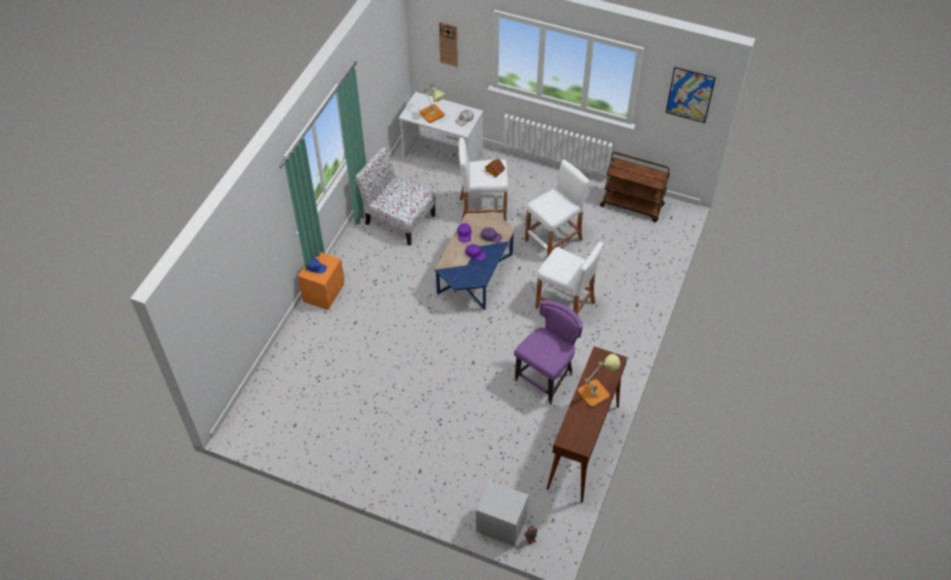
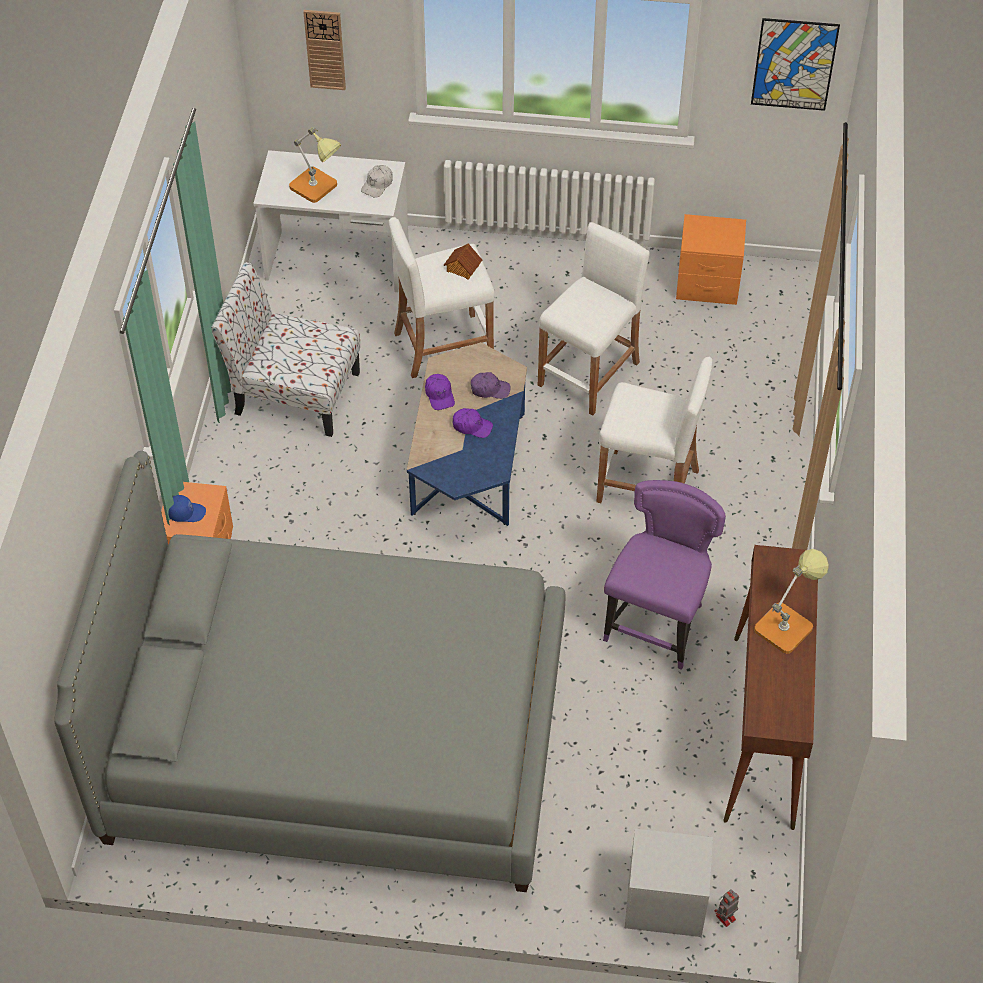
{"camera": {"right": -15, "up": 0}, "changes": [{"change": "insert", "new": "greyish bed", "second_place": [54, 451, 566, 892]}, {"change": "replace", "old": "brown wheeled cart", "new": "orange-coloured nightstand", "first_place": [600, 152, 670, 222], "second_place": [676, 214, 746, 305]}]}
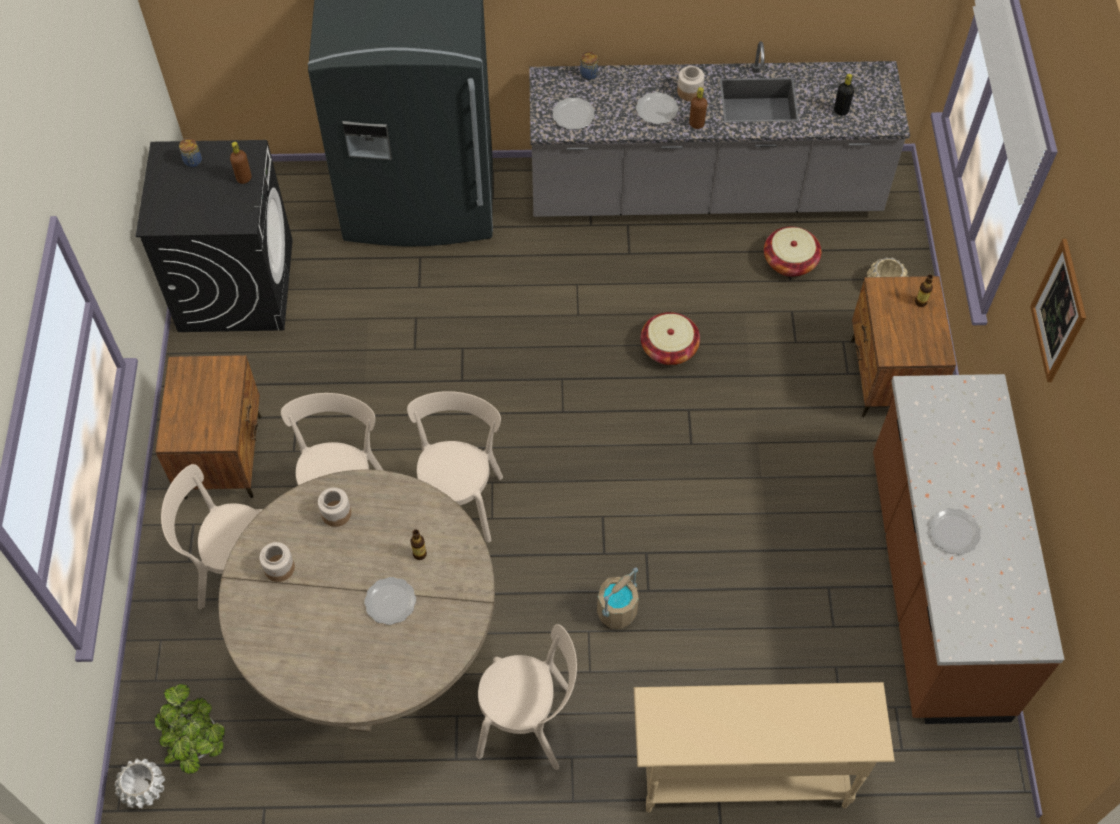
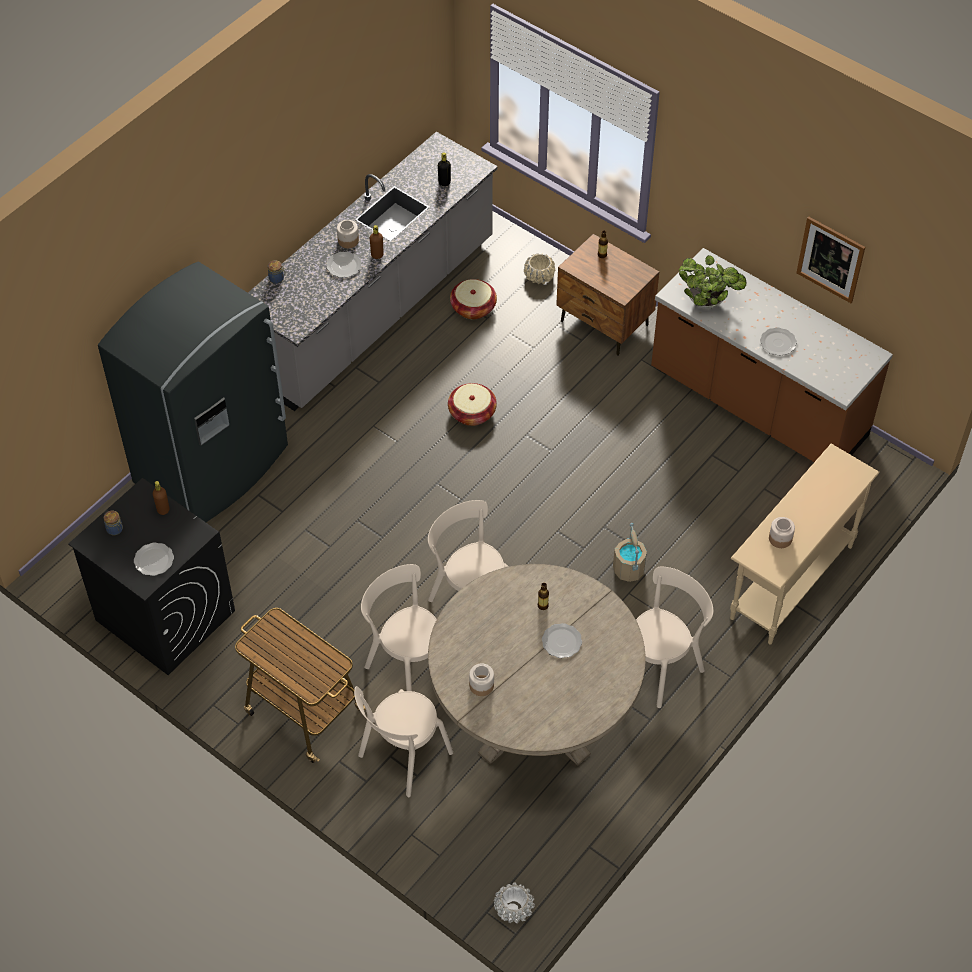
{"camera": {"right": -50, "up": -5}, "changes": [{"change": "move", "old": "plant in a pot", "first_place": [154, 684, 225, 774], "second_place": [679, 255, 746, 310]}, {"change": "move", "old": "preserve jar", "first_place": [318, 488, 351, 527], "second_place": [769, 517, 795, 548]}, {"change": "move", "old": "plate", "first_place": [552, 98, 595, 130], "second_place": [134, 542, 174, 576]}, {"change": "move", "old": "wall art", "first_place": [1030, 239, 1086, 382], "second_place": [796, 217, 865, 303]}, {"change": "replace", "old": "brown nightstand", "new": "wheeled cart", "first_place": [155, 355, 261, 499], "second_place": [235, 608, 366, 763]}]}
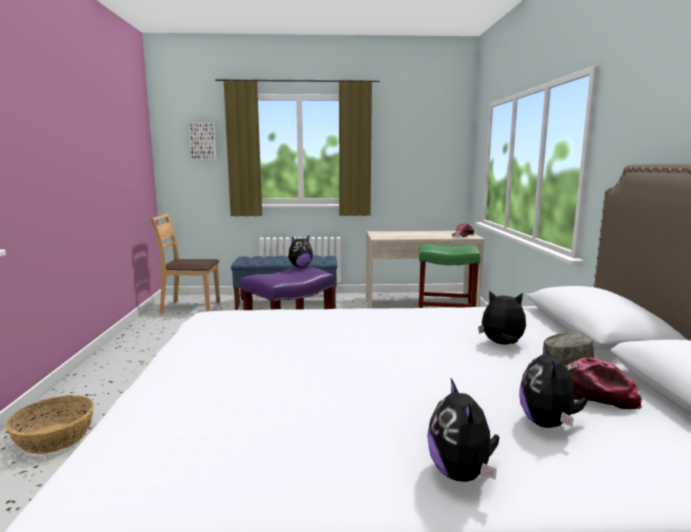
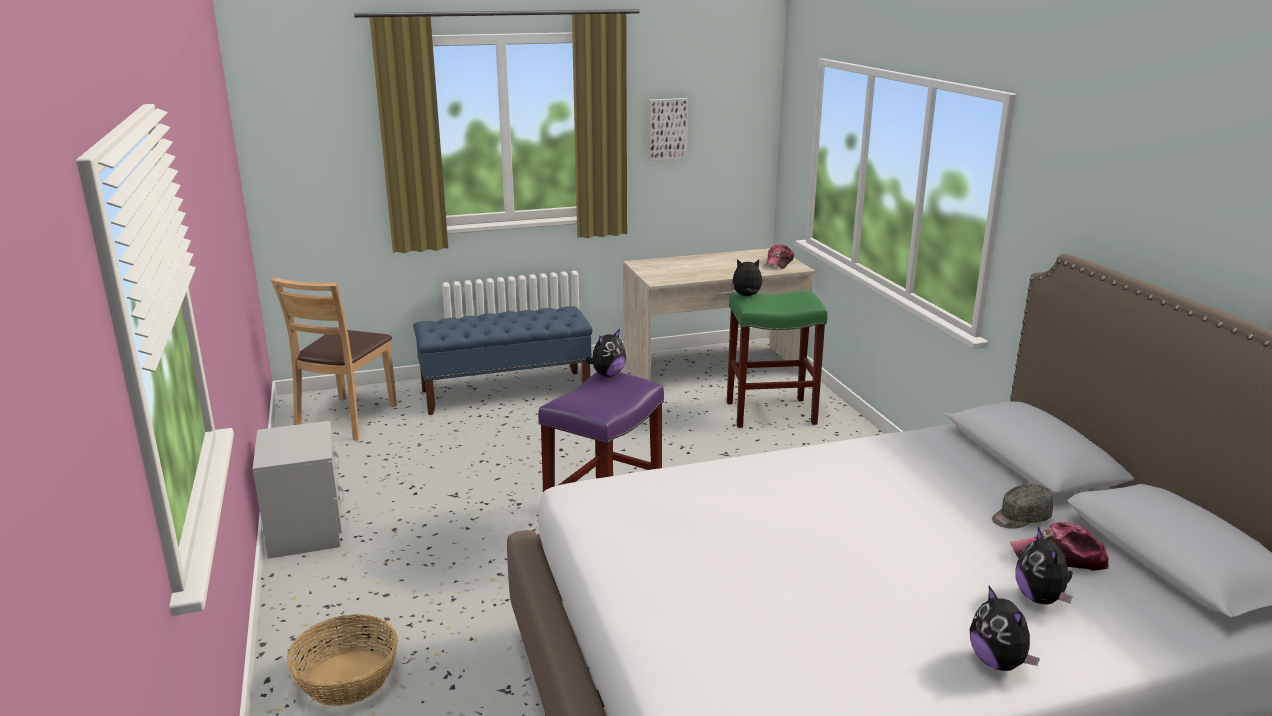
{"camera": {"right": -15, "up": 10}, "changes": [{"change": "insert", "new": "greyish nightstand", "second_place": [253, 421, 345, 559]}, {"change": "move", "old": "wall art", "first_place": [189, 123, 216, 160], "second_place": [648, 98, 688, 161]}, {"change": "move", "old": "plush toy", "first_place": [478, 290, 526, 344], "second_place": [731, 259, 762, 296]}, {"change": "rotate", "old": "brown upright chair", "first_place": [150, 214, 220, 314], "second_place": [271, 277, 397, 440], "degrees": -60}]}
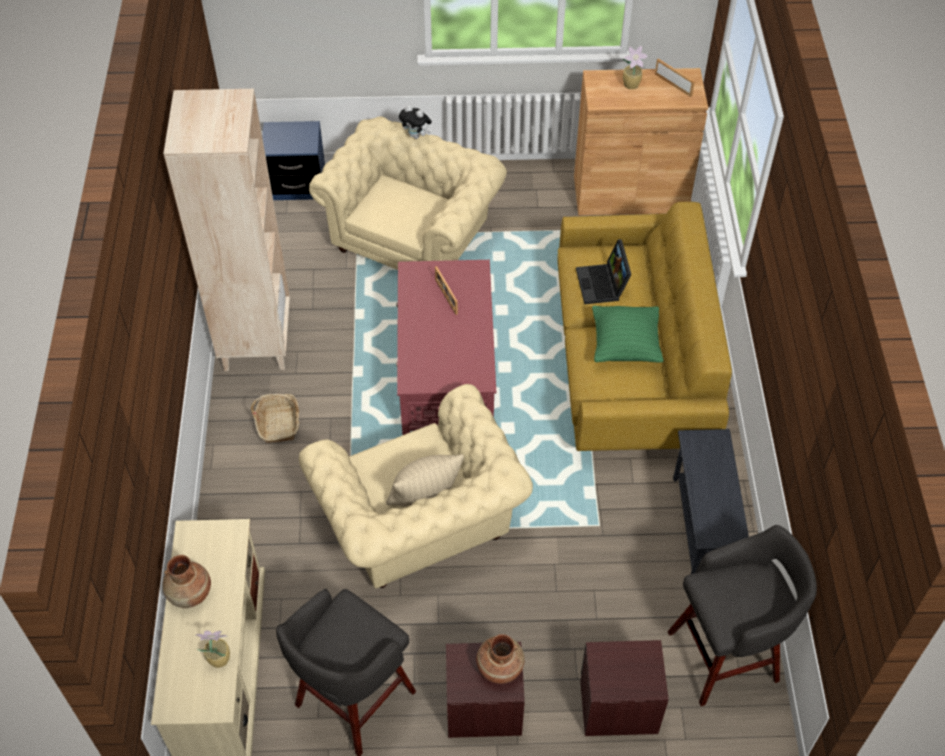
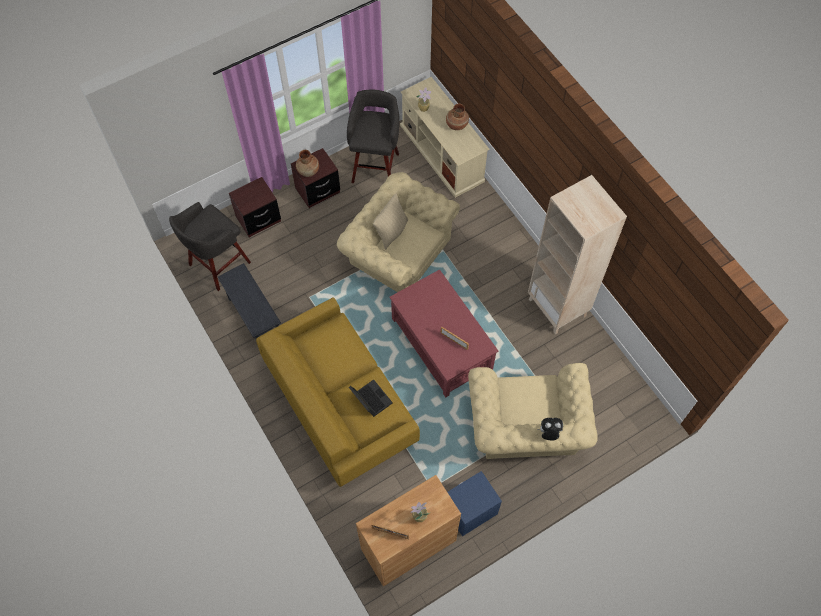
{"camera": {"right": 150, "up": 10}, "changes": [{"change": "delete", "old": "basket", "first_place": [251, 394, 299, 443]}, {"change": "delete", "old": "green-coloured throw pillow", "first_place": [592, 306, 663, 363]}, {"change": "move", "old": "blue-coloured nightstand", "first_place": [262, 121, 325, 200], "second_place": [447, 471, 502, 536]}]}
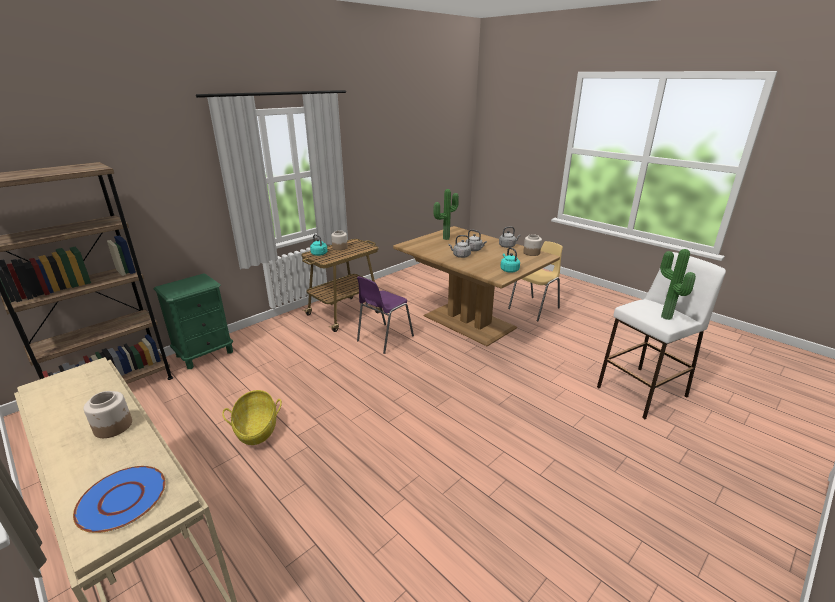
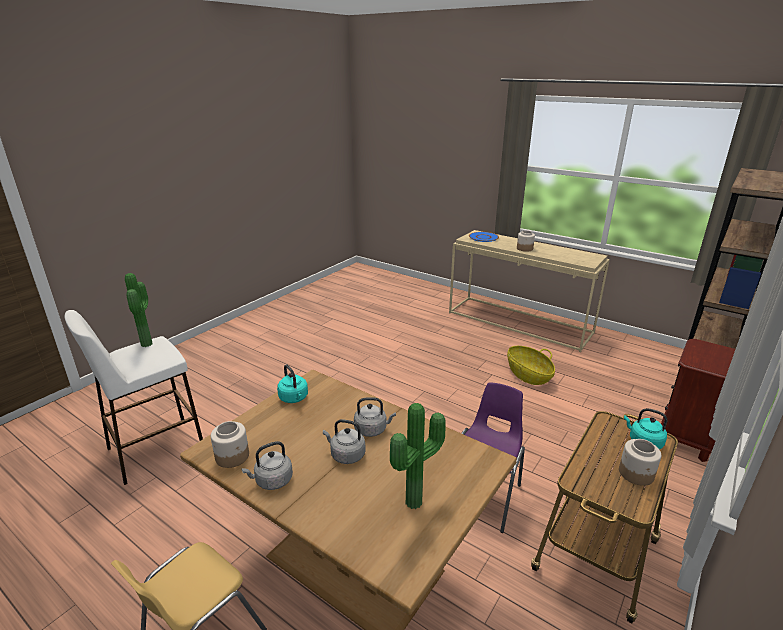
{"camera": {"right": 170, "up": 0}, "changes": [{"change": "recolor", "old": "green-coloured nightstand", "new": "brown nightstand", "first_place": [154, 273, 233, 369], "second_place": [661, 339, 735, 462]}]}
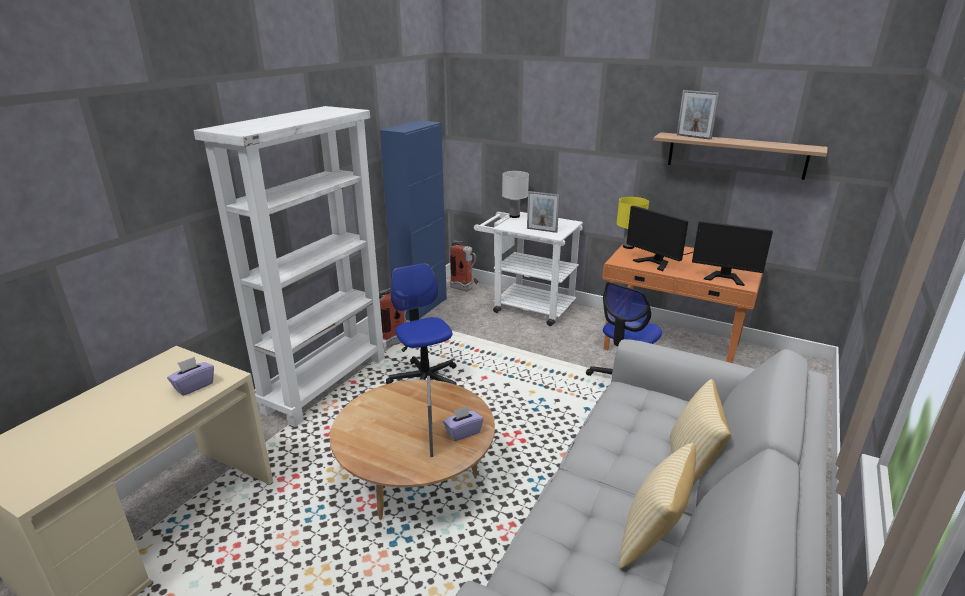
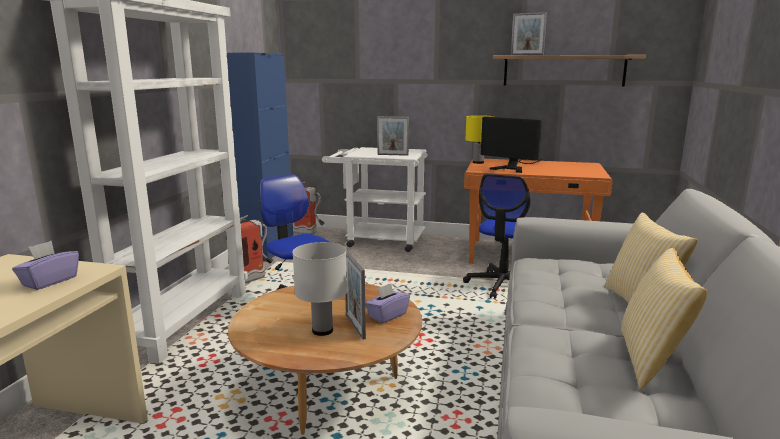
{"camera": {"right": -15, "up": -10}, "changes": [{"change": "delete", "old": "monitor", "first_place": [692, 221, 773, 286]}, {"change": "move", "old": "white table lamp", "first_place": [502, 171, 529, 218], "second_place": [292, 242, 347, 336]}]}
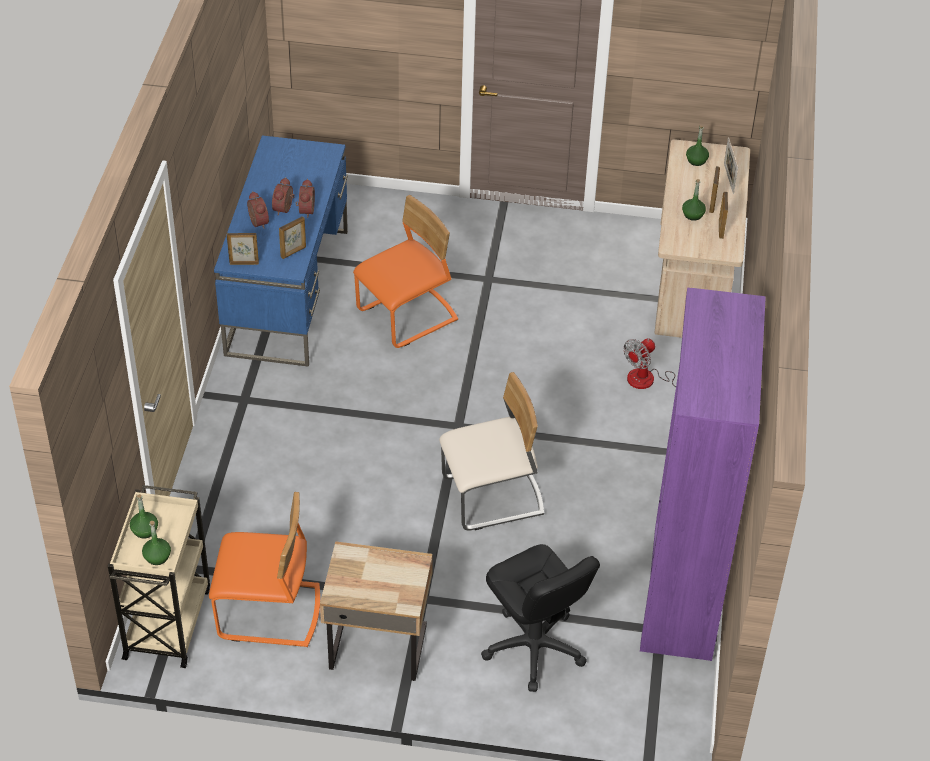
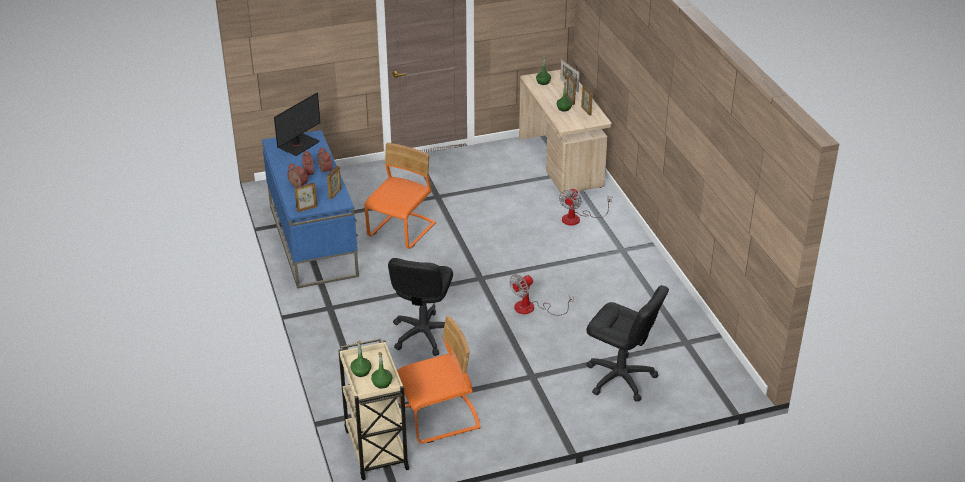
{"camera": {"right": -25, "up": -10}, "changes": [{"change": "delete", "old": "beige nightstand", "first_place": [320, 541, 433, 681]}, {"change": "delete", "old": "purple shelving unit", "first_place": [640, 288, 766, 661]}, {"change": "insert", "new": "monitor", "second_place": [274, 92, 320, 156]}, {"change": "insert", "new": "black-coloured desk chair", "second_place": [388, 258, 453, 356]}, {"change": "replace", "old": "beige upright chair", "new": "electric fan", "first_place": [439, 372, 544, 531], "second_place": [509, 274, 573, 316]}]}
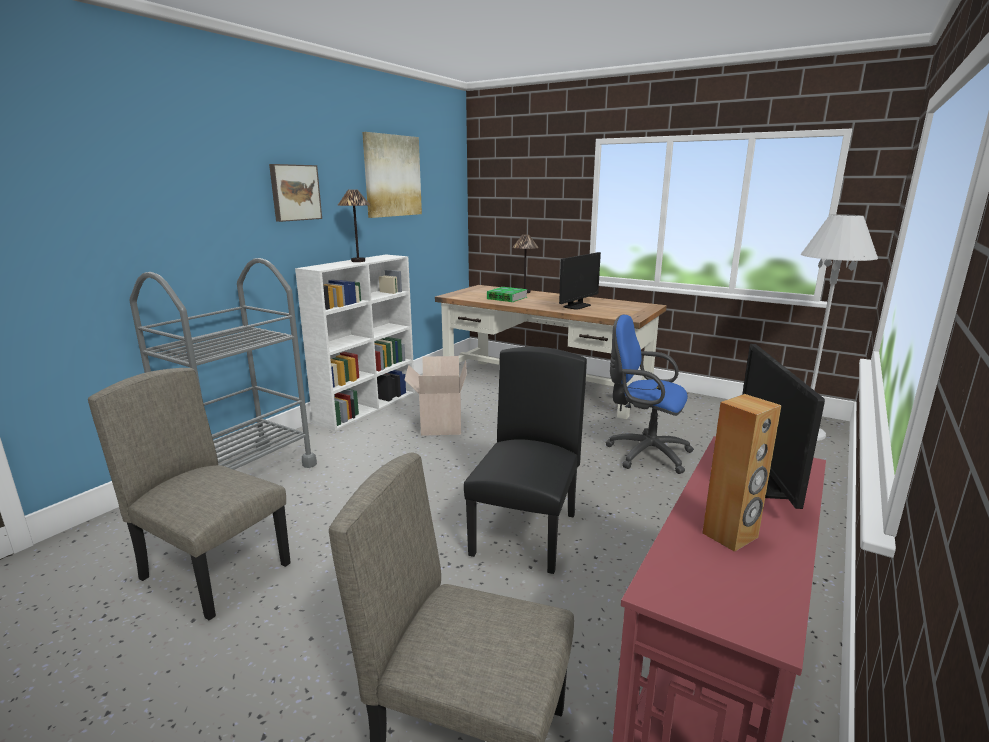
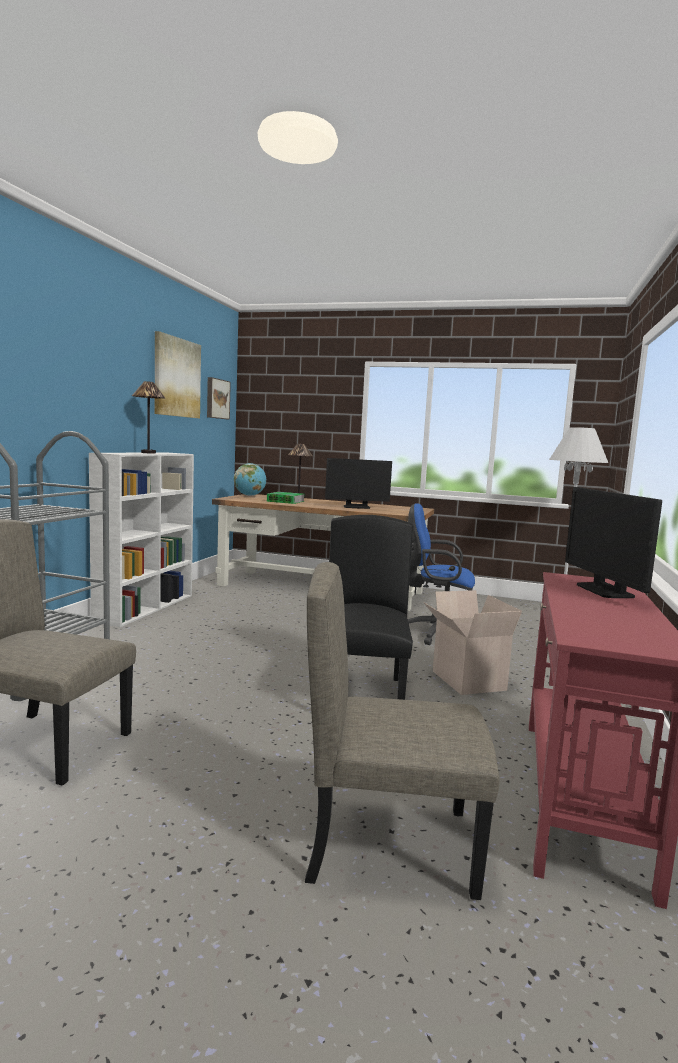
{"camera": {"right": -15, "up": -10}, "changes": [{"change": "delete", "old": "brown audio speaker", "first_place": [702, 394, 782, 552]}, {"change": "insert", "new": "globe", "second_place": [234, 463, 266, 496]}, {"change": "move", "old": "wall art", "first_place": [269, 164, 322, 222], "second_place": [207, 377, 231, 420]}, {"change": "move", "old": "carton", "first_place": [405, 356, 467, 436], "second_place": [423, 590, 522, 695]}, {"change": "rotate", "old": "monitor", "first_place": [559, 252, 601, 310], "second_place": [325, 458, 392, 509], "degrees": 60}]}
